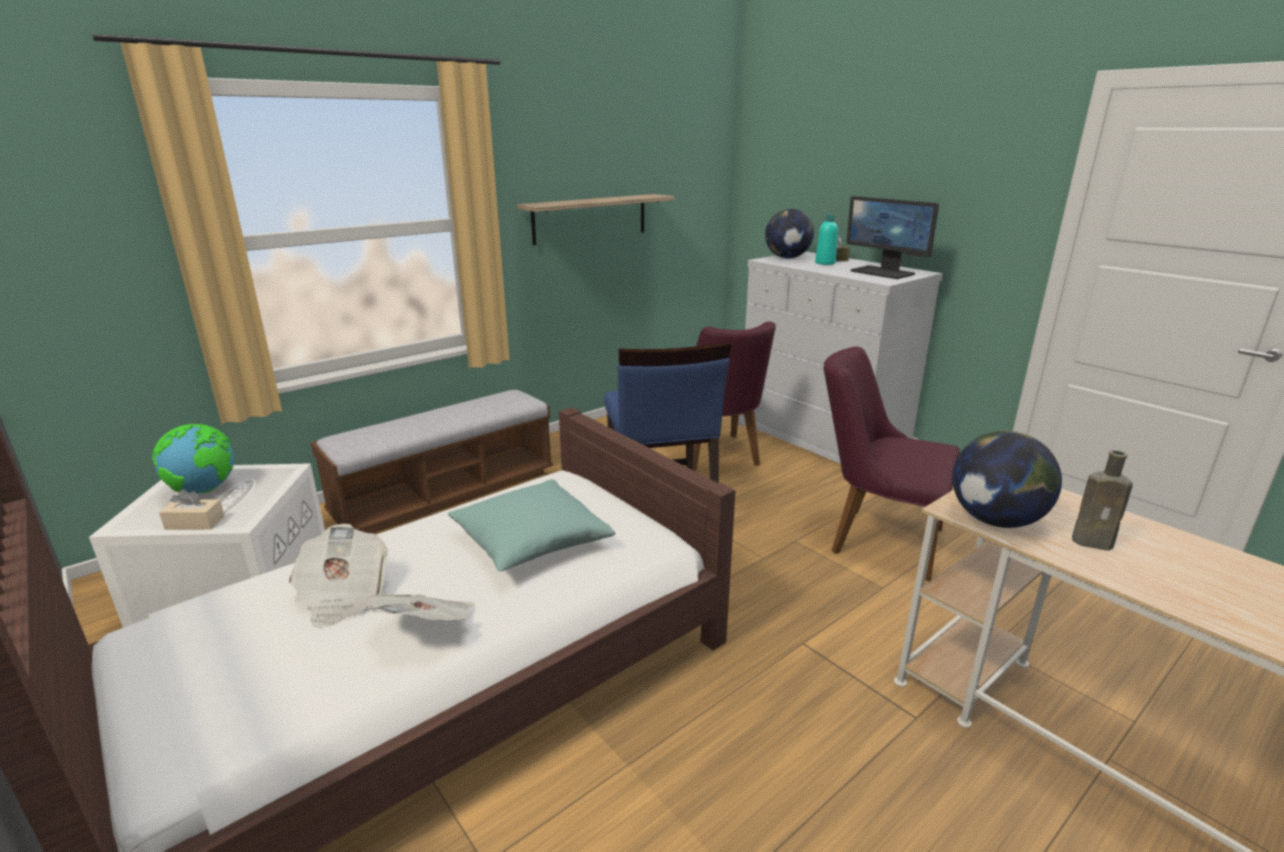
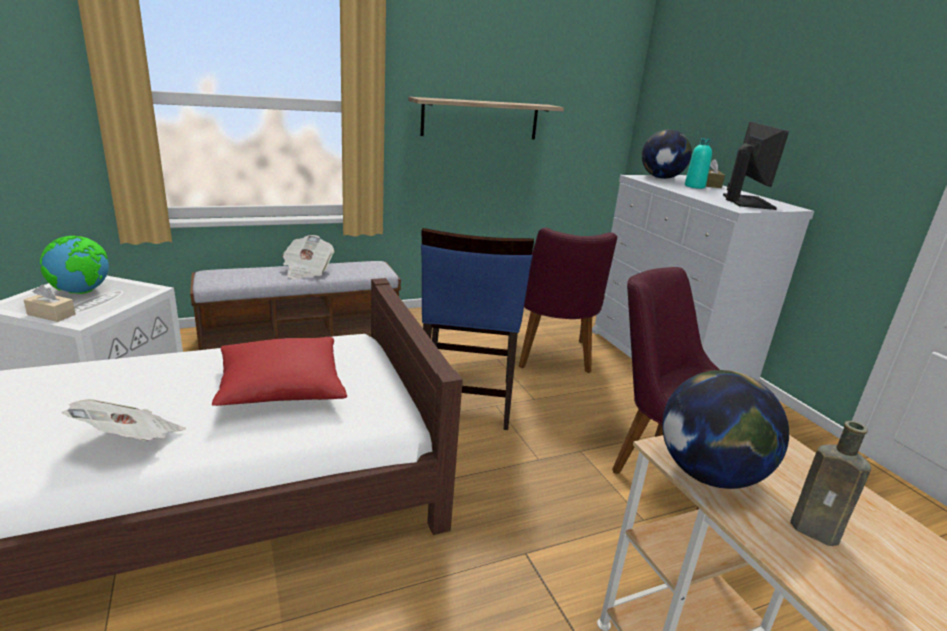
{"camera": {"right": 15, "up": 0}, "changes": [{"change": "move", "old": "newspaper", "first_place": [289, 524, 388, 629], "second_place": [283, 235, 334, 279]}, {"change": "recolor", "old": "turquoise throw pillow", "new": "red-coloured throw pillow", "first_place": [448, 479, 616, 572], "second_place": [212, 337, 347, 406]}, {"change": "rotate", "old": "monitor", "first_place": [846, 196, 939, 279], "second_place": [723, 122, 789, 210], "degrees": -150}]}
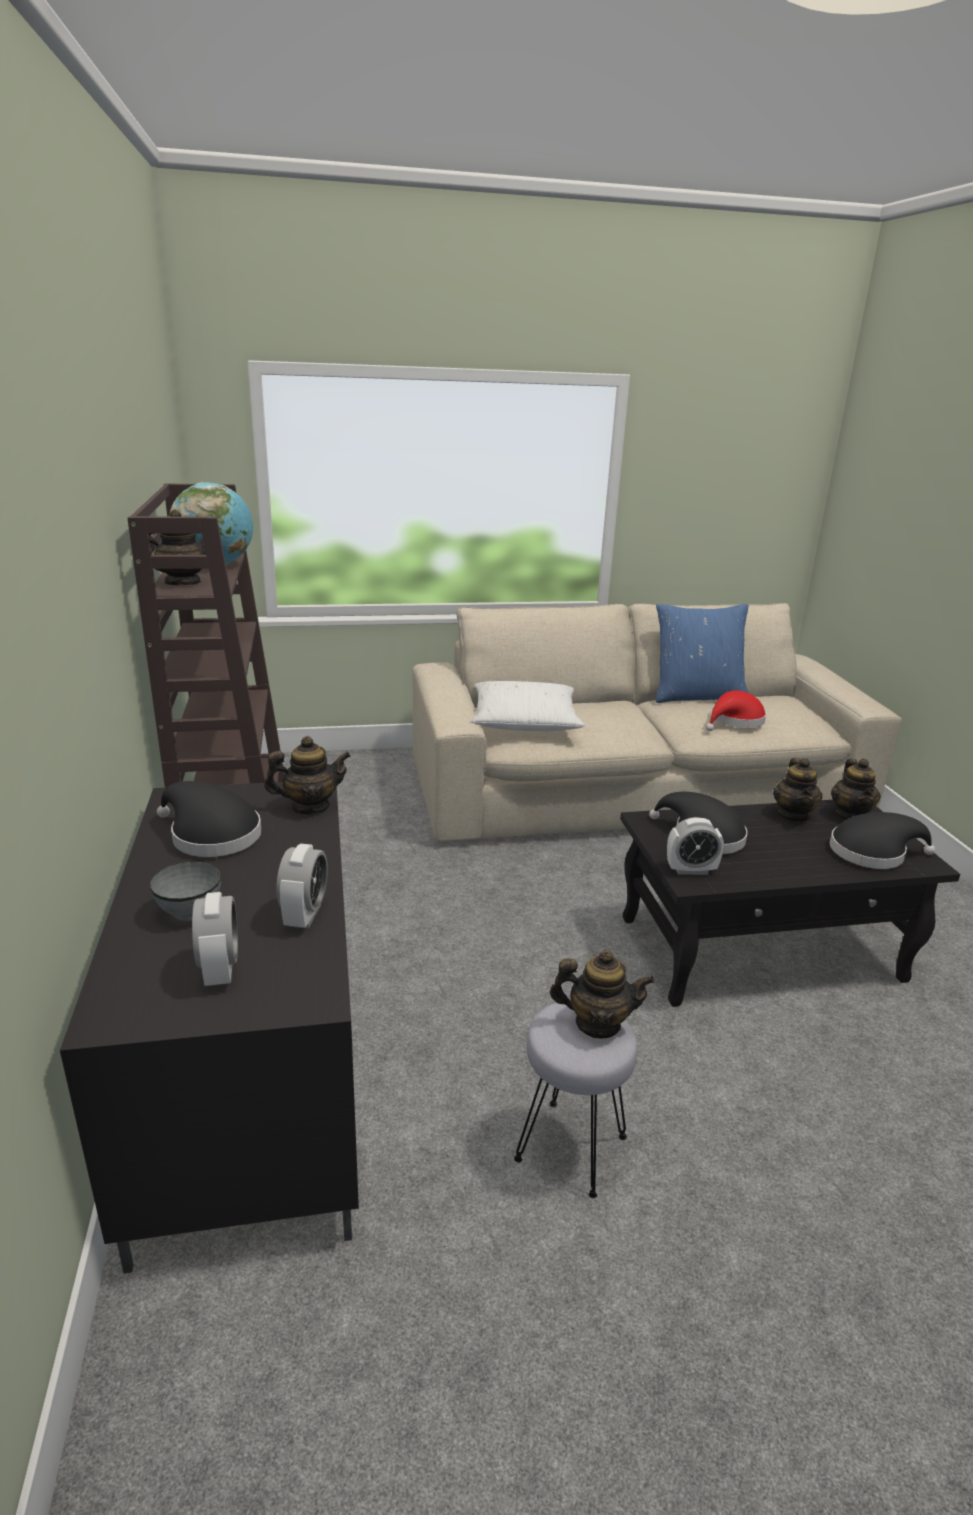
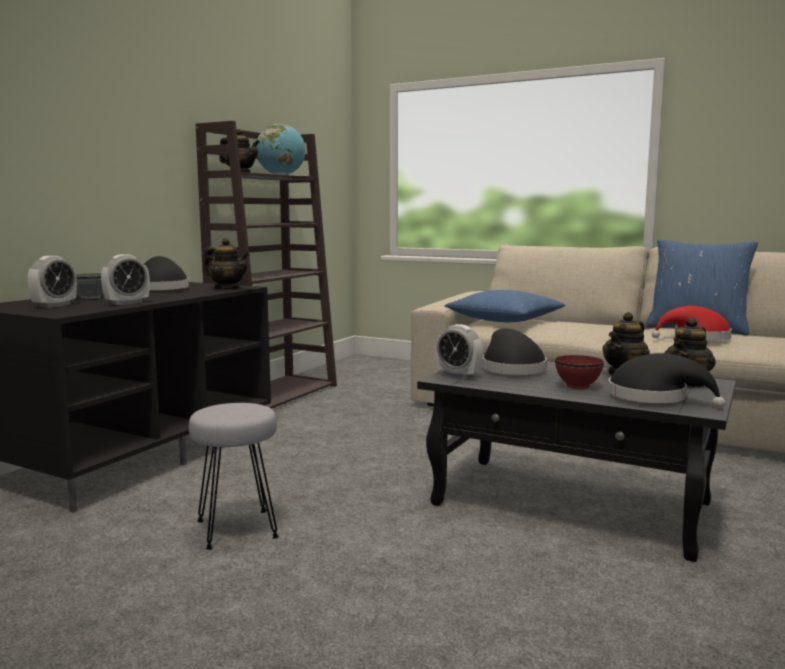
{"camera": {"right": 40, "up": -15}, "changes": [{"change": "delete", "old": "tea pot", "first_place": [550, 949, 655, 1039]}, {"change": "insert", "new": "red-coloured serving bowl", "second_place": [555, 355, 604, 389]}, {"change": "recolor", "old": "white throw pillow", "new": "blue-coloured throw pillow", "first_place": [471, 681, 585, 731], "second_place": [445, 290, 565, 322]}]}
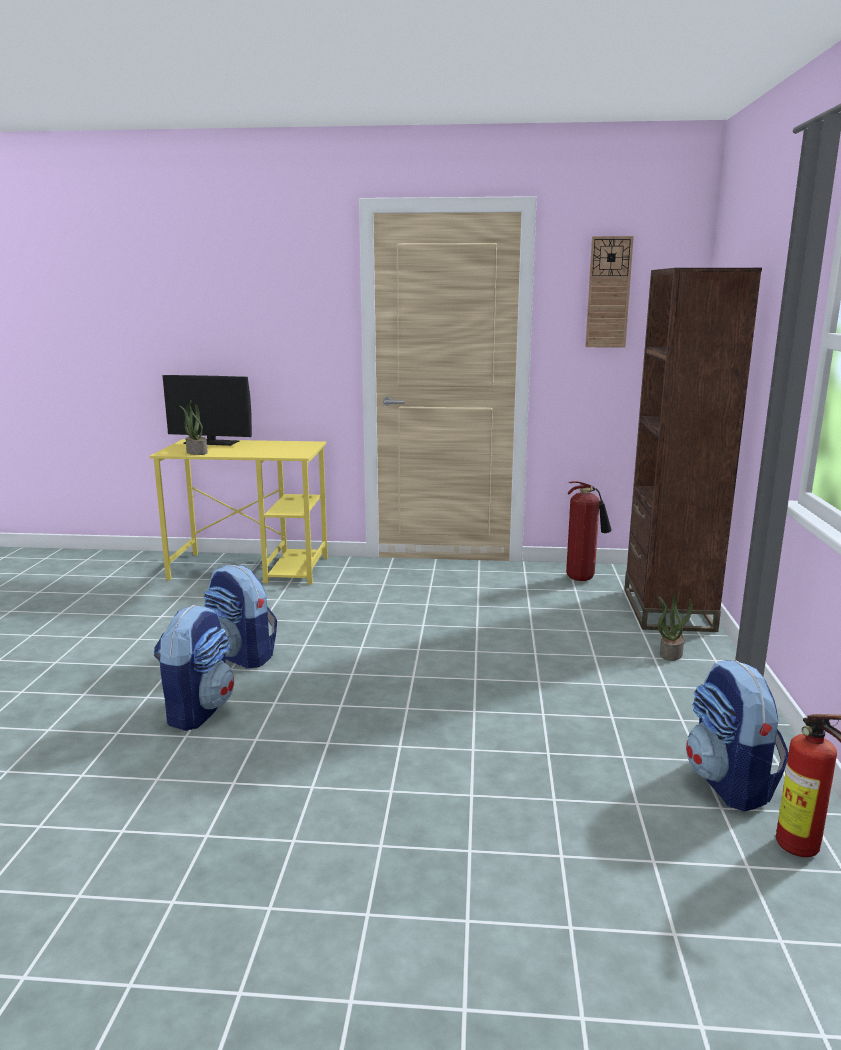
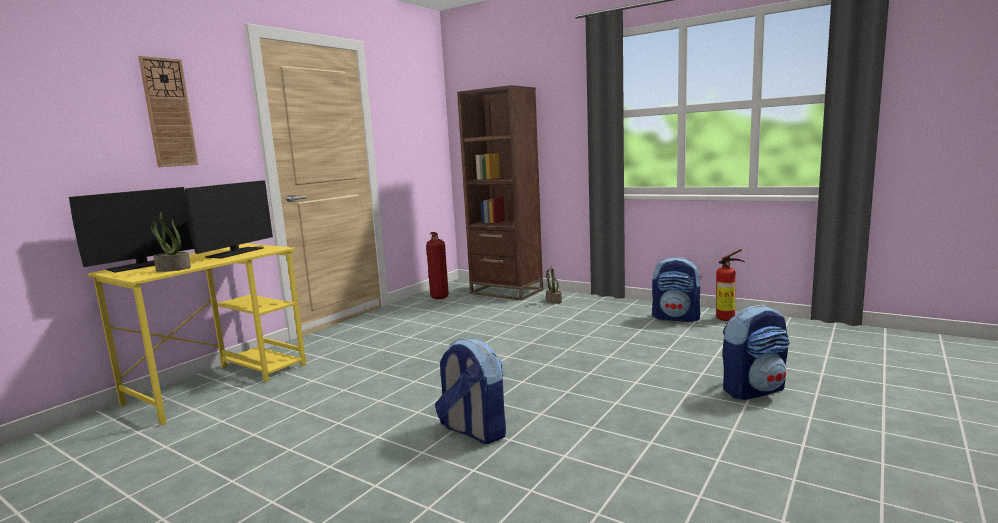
{"camera": {"right": -60, "up": -5}, "changes": [{"change": "insert", "new": "monitor", "second_place": [185, 180, 273, 258]}, {"change": "move", "old": "backpack", "first_place": [204, 565, 277, 669], "second_place": [723, 305, 790, 400]}, {"change": "move", "old": "clock on the wall", "first_place": [585, 236, 634, 348], "second_place": [138, 56, 198, 167]}]}
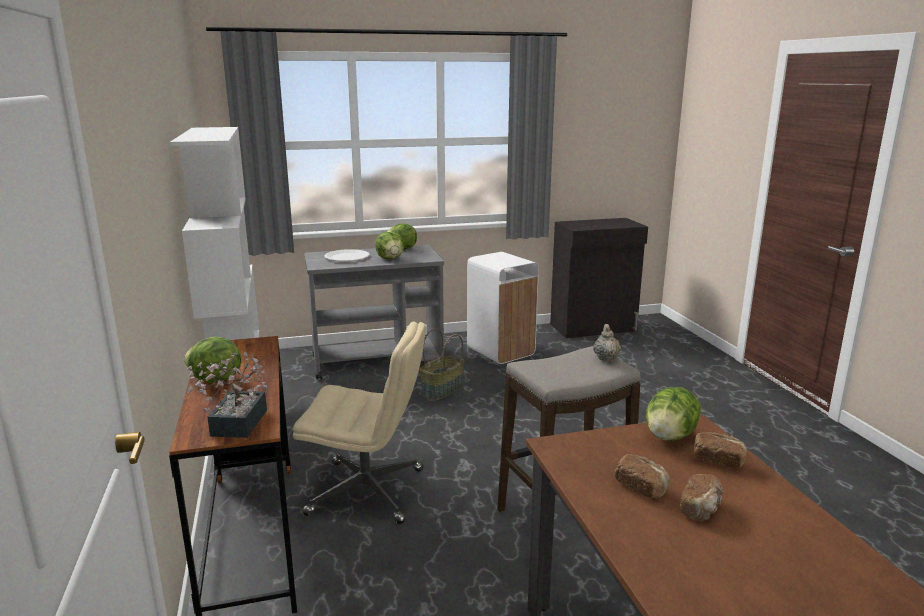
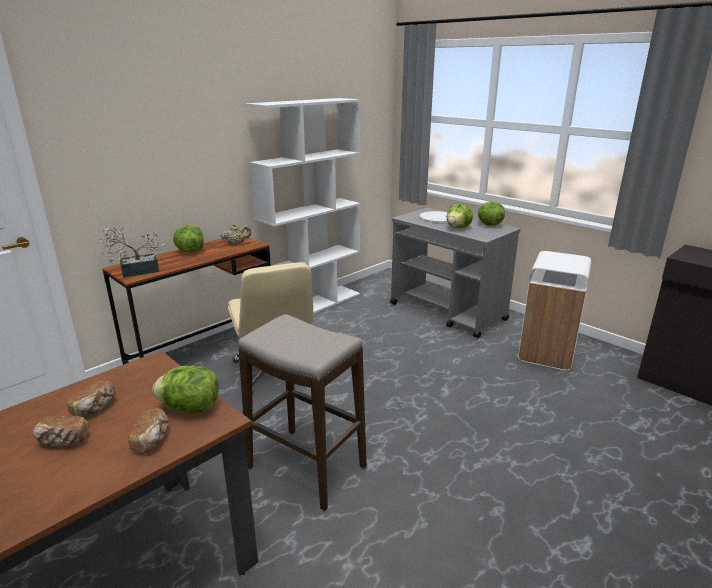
{"camera": {"right": 60, "up": 5}, "changes": [{"change": "delete", "old": "basket", "first_place": [420, 328, 464, 400]}, {"change": "move", "old": "beige tea pot", "first_place": [593, 324, 621, 362], "second_place": [220, 224, 251, 246]}]}
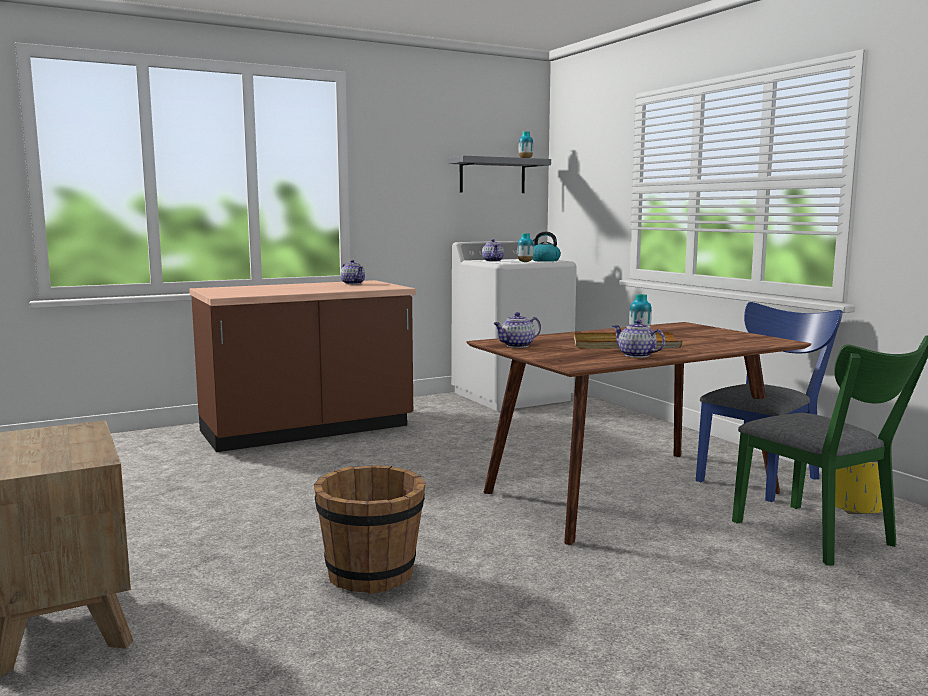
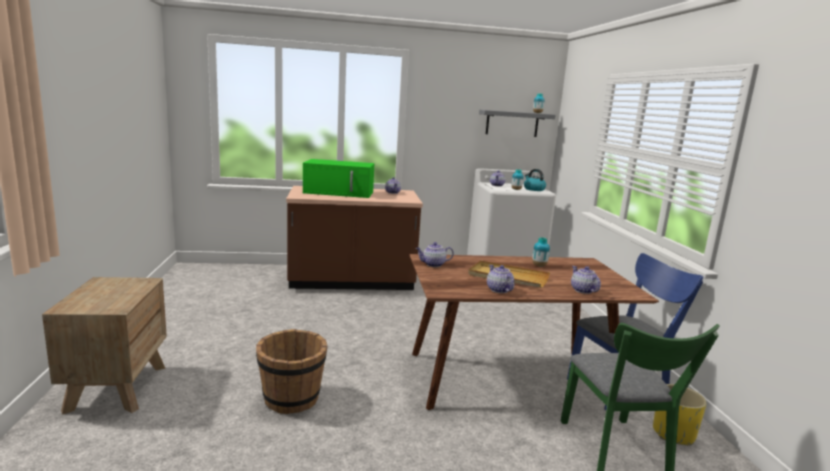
{"camera": {"right": 20, "up": 5}, "changes": [{"change": "insert", "new": "green-coloured microwave", "second_place": [303, 159, 374, 198]}, {"change": "insert", "new": "tea pot", "second_place": [571, 266, 601, 294]}]}
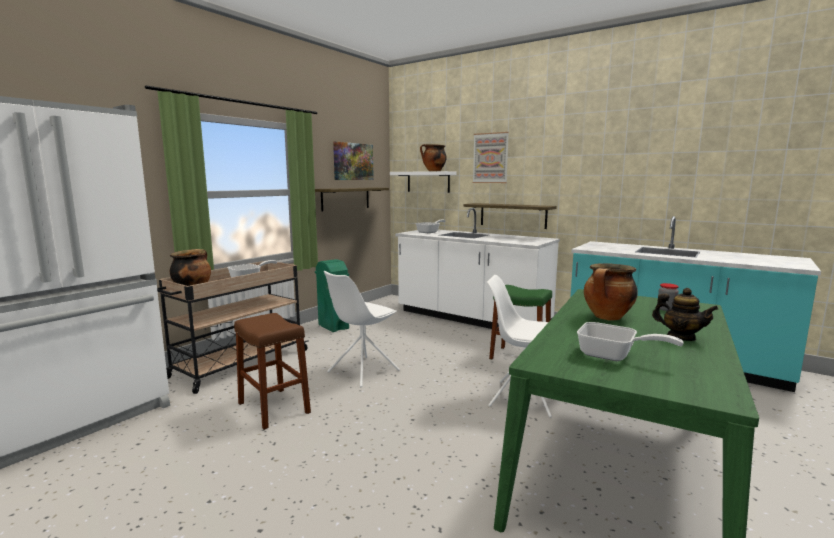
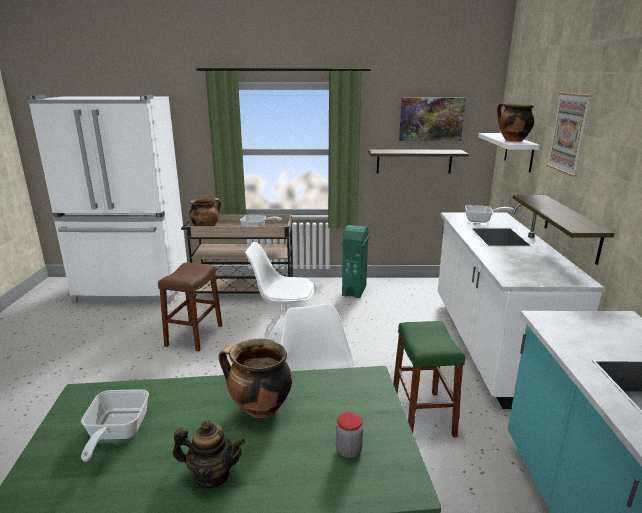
{"camera": {"right": 55, "up": 10}, "changes": [{"change": "rotate", "old": "tea pot", "first_place": [652, 288, 718, 341], "second_place": [173, 420, 245, 489], "degrees": -90}]}
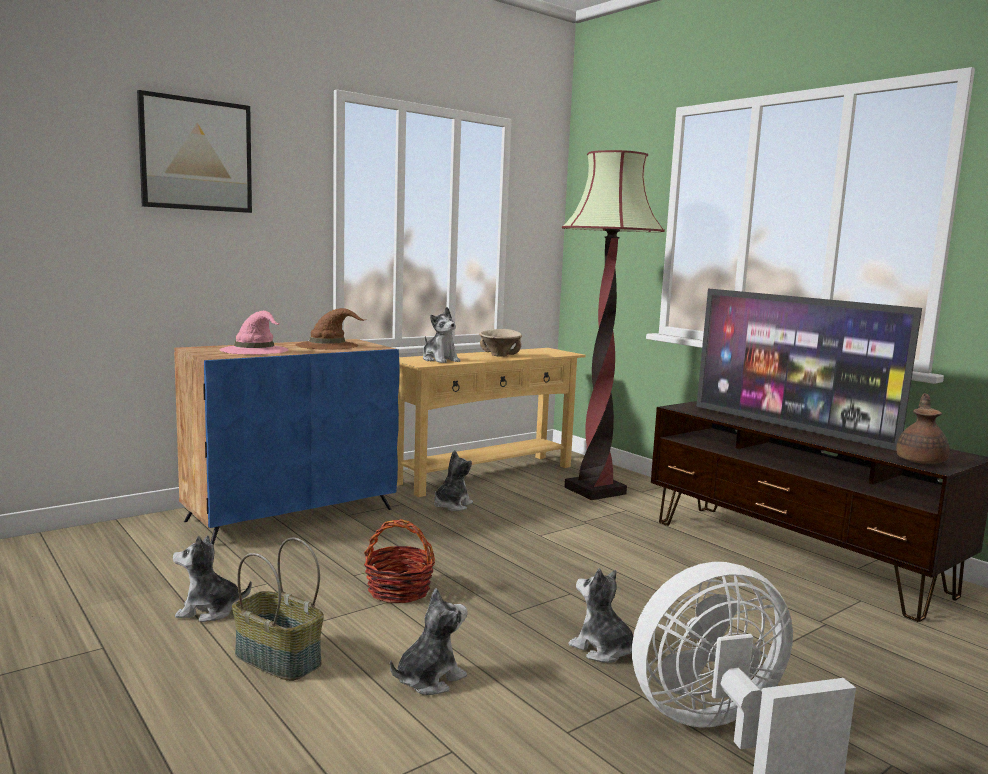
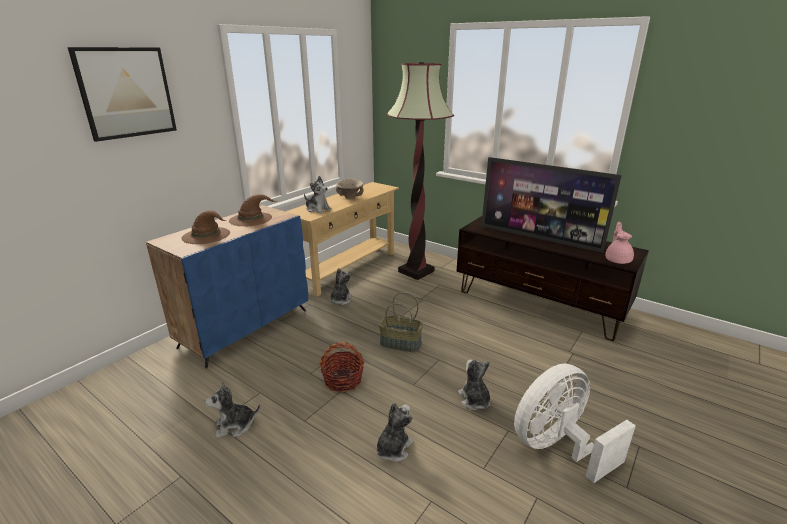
{"camera": {"right": -15, "up": 15}, "changes": [{"change": "move", "old": "basket", "first_place": [232, 538, 324, 681], "second_place": [379, 292, 423, 352]}, {"change": "recolor", "old": "pinkish clothing hat", "new": "brown clothing hat", "first_place": [220, 311, 289, 355], "second_place": [181, 210, 230, 244]}, {"change": "recolor", "old": "brown tea pot", "new": "pinkish tea pot", "first_place": [896, 393, 950, 464], "second_place": [605, 222, 634, 264]}, {"change": "rotate", "old": "plush toy", "first_place": [569, 568, 633, 663], "second_place": [458, 359, 491, 410], "degrees": 45}]}
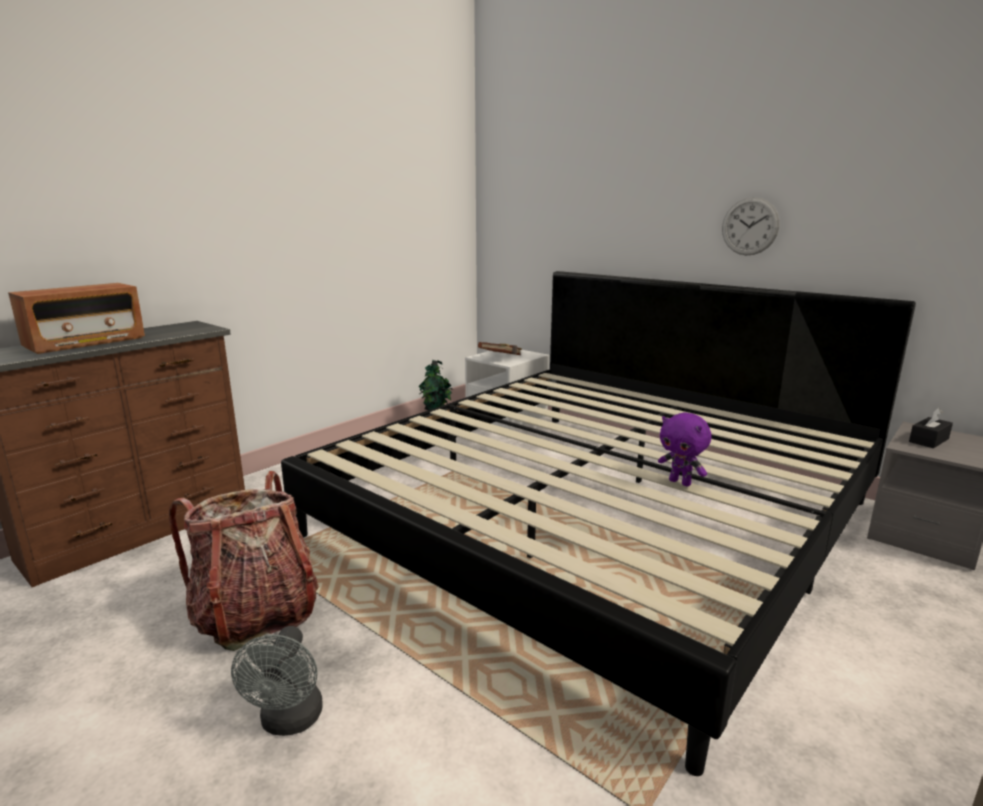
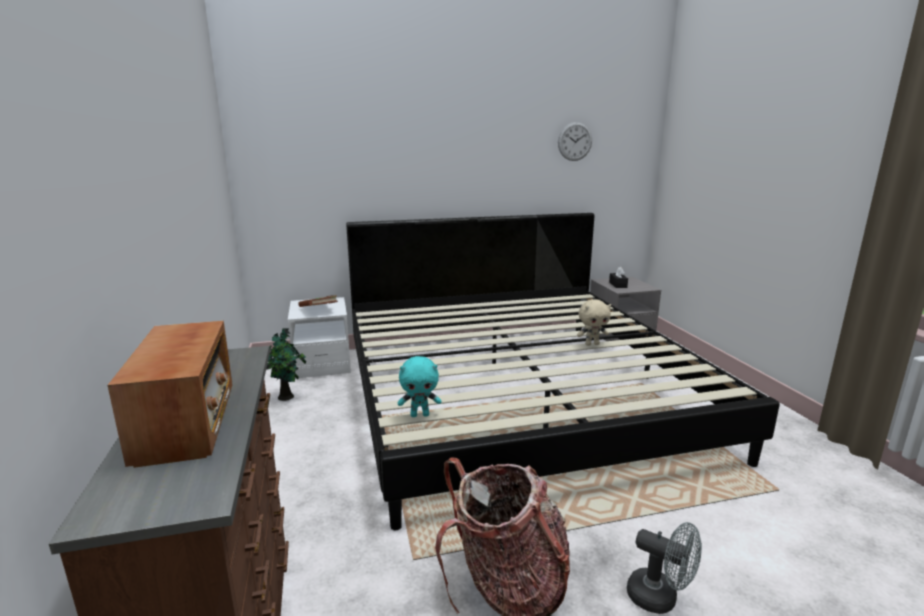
{"camera": {"right": -55, "up": 0}, "changes": [{"change": "insert", "new": "turquoise plush toy", "second_place": [398, 356, 441, 417]}, {"change": "move", "old": "clock on the wall", "first_place": [722, 197, 780, 255], "second_place": [558, 122, 592, 161]}, {"change": "recolor", "old": "purple plush toy", "new": "beige plush toy", "first_place": [658, 412, 712, 486], "second_place": [577, 299, 611, 346]}]}
